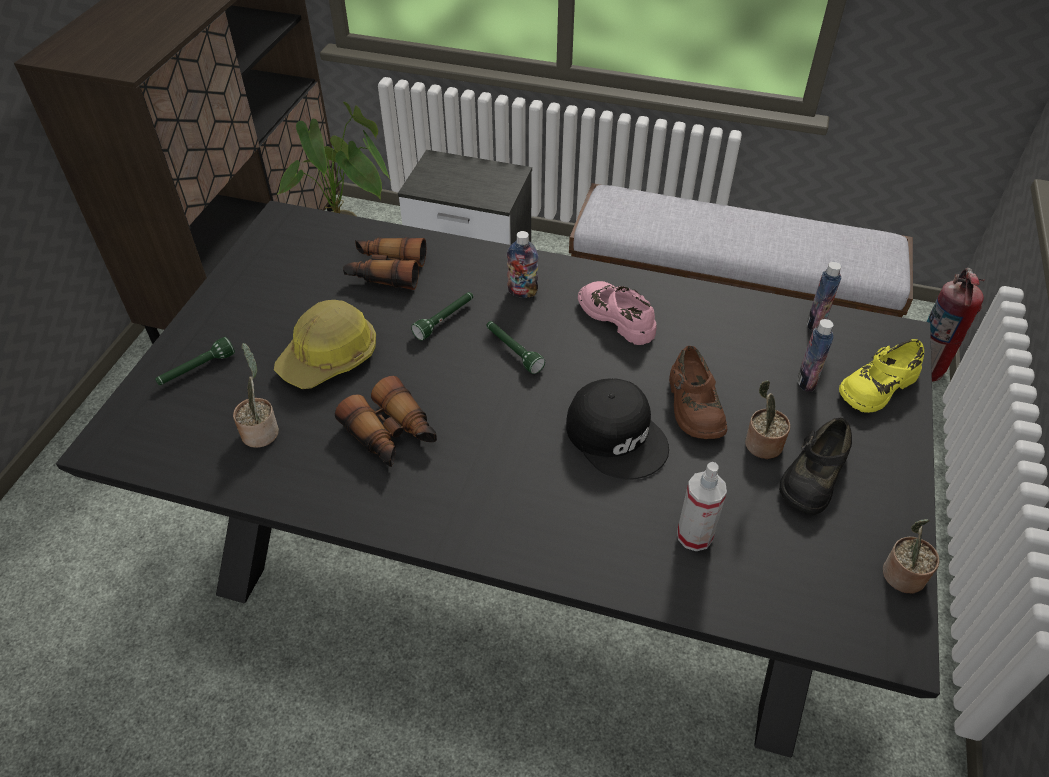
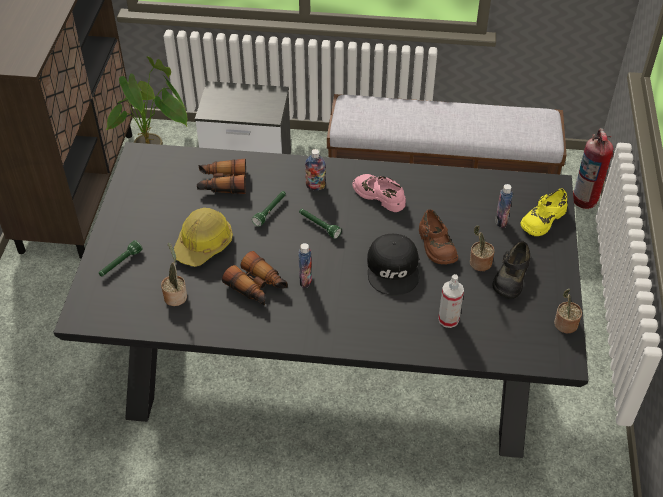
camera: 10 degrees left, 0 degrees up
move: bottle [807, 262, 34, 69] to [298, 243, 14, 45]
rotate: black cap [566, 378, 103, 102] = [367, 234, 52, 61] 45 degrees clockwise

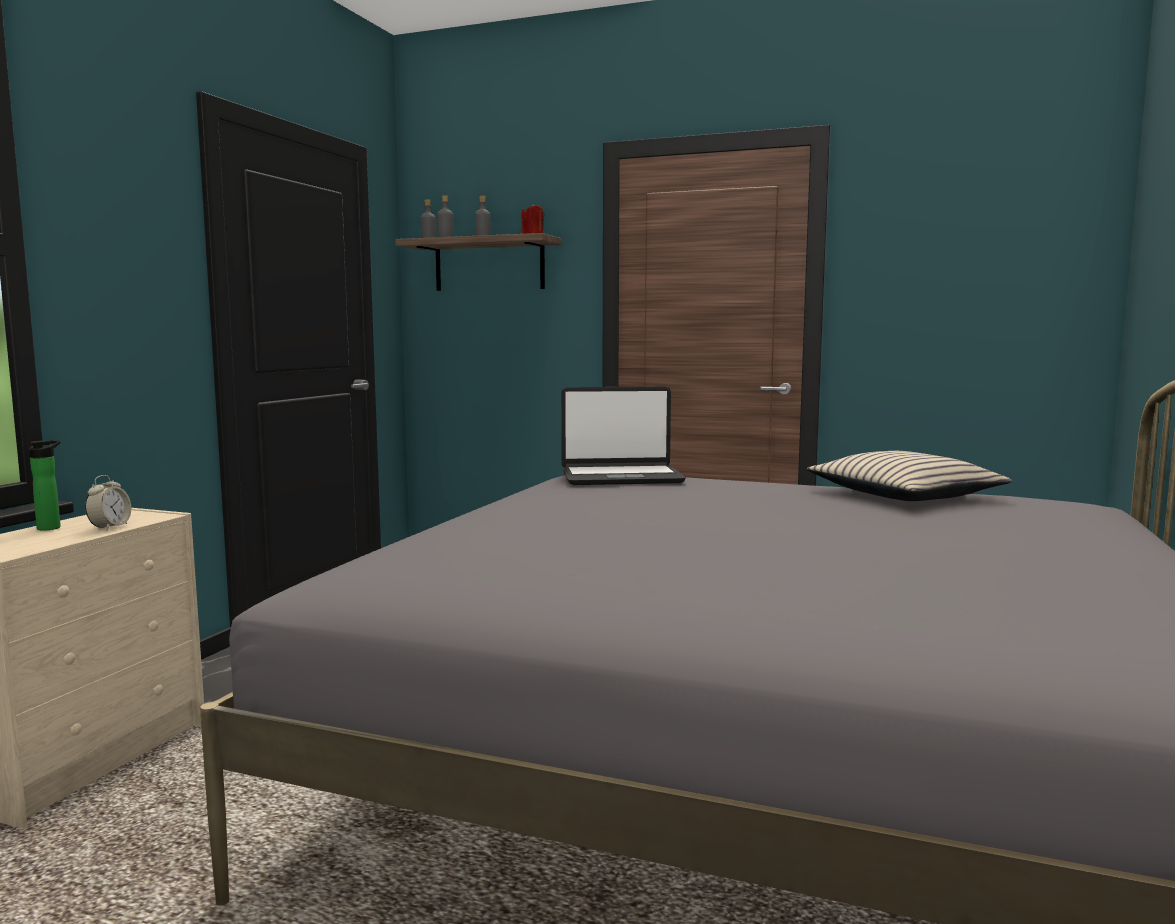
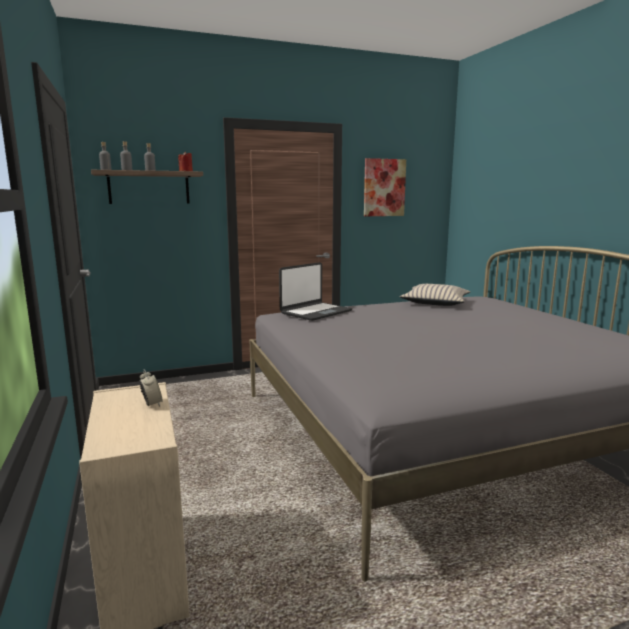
camera: 40 degrees left, 5 degrees up
delete: bottle [29, 440, 32, 91]
insert: picture [364, 158, 42, 58]

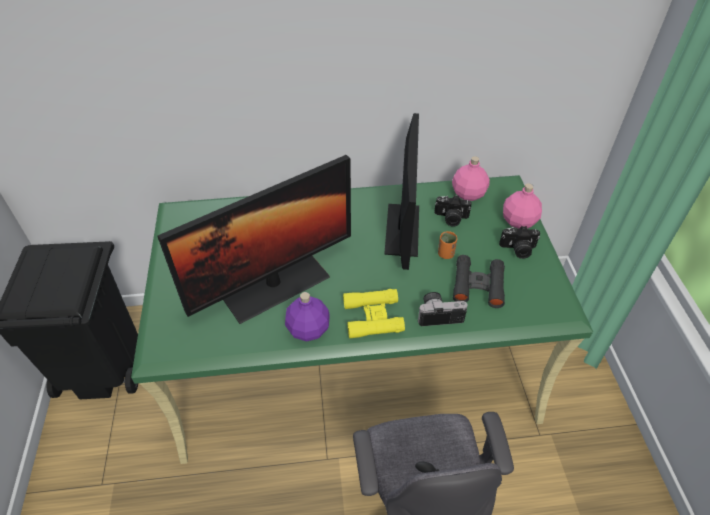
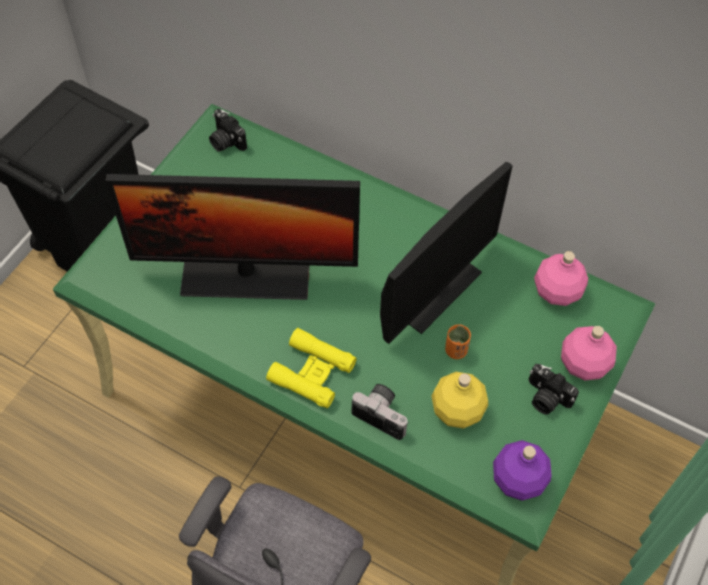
camera: 35 degrees right, 10 degrees up
move: purple bottle [285, 292, 45, 49] to [493, 440, 59, 61]; photo camera [435, 195, 37, 32] to [209, 109, 38, 43]
replace: black binoculars [453, 255, 52, 53] to yellow bottle [431, 372, 57, 57]

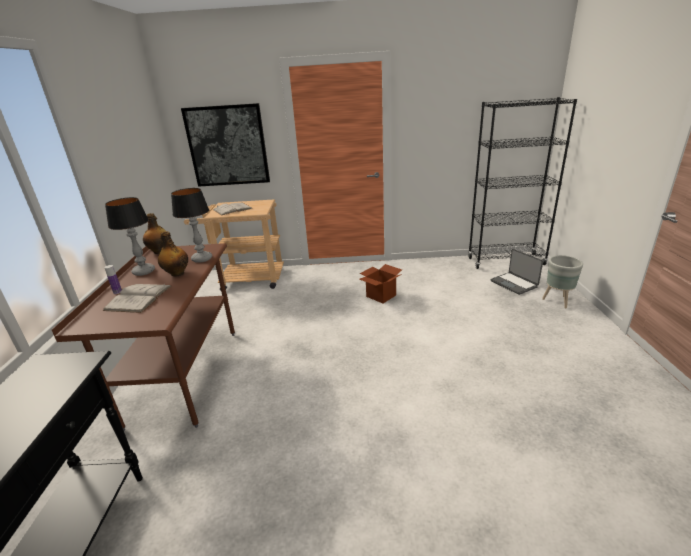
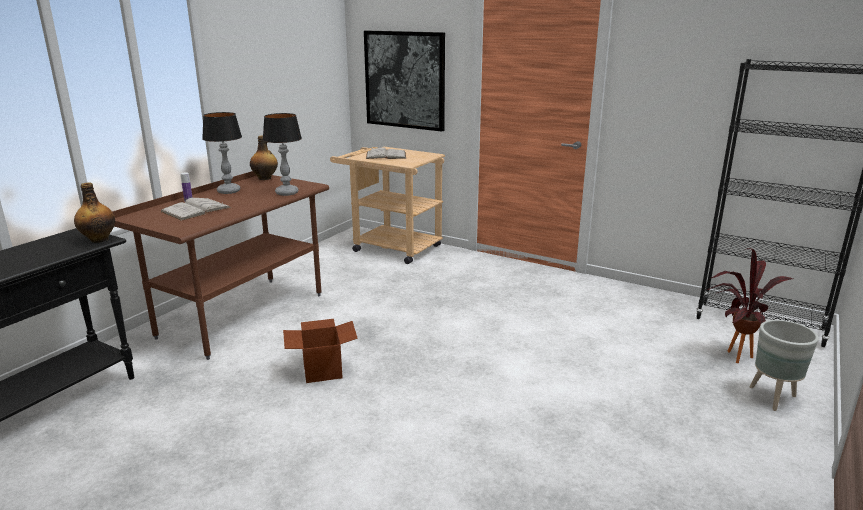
camera: 30 degrees right, 5 degrees down
move: bottle [158, 231, 30, 46] to [74, 182, 41, 61]; cardboard box [359, 264, 43, 39] to [283, 319, 75, 64]
replace: laptop [490, 249, 53, 46] to potted plant [707, 248, 86, 115]

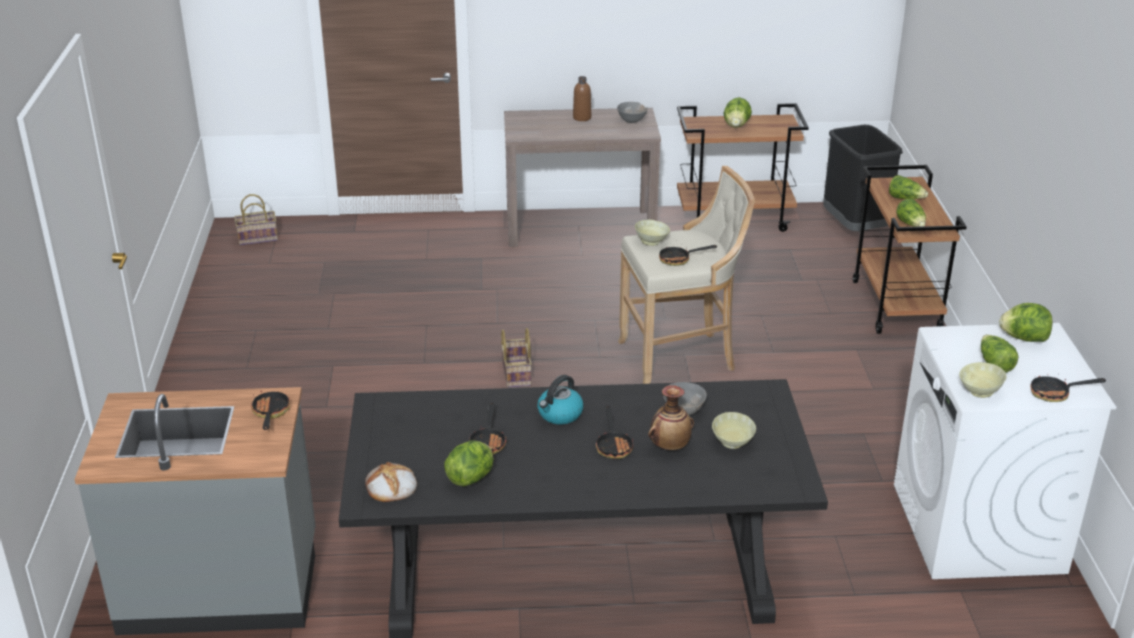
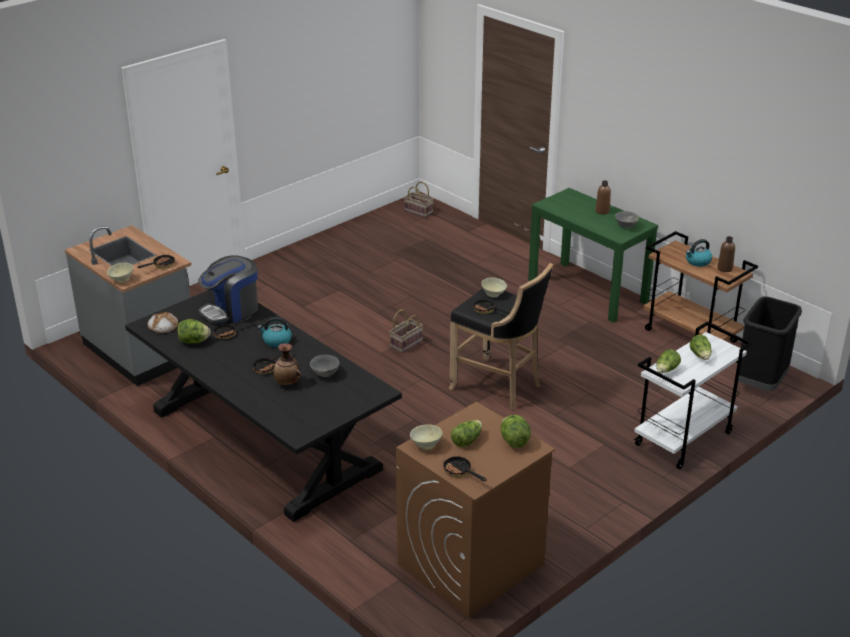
camera: 50 degrees right, 0 degrees up
insert: coffee machine [198, 255, 60, 69]; brown bottle [717, 236, 18, 36]
move: beige bowl [712, 412, 44, 37] to [107, 263, 26, 20]
replace: lettuce [724, 97, 28, 31] to kettle [686, 239, 26, 28]
recolor: brown console table [504, 108, 157, 139] to green console table [528, 188, 130, 135]; beige stool [618, 166, 137, 218] to black stool [449, 263, 104, 147]; brown cart [853, 165, 114, 169] to white cart [634, 322, 118, 147]; white washing machine [894, 323, 222, 256] to brown washing machine [396, 402, 159, 216]

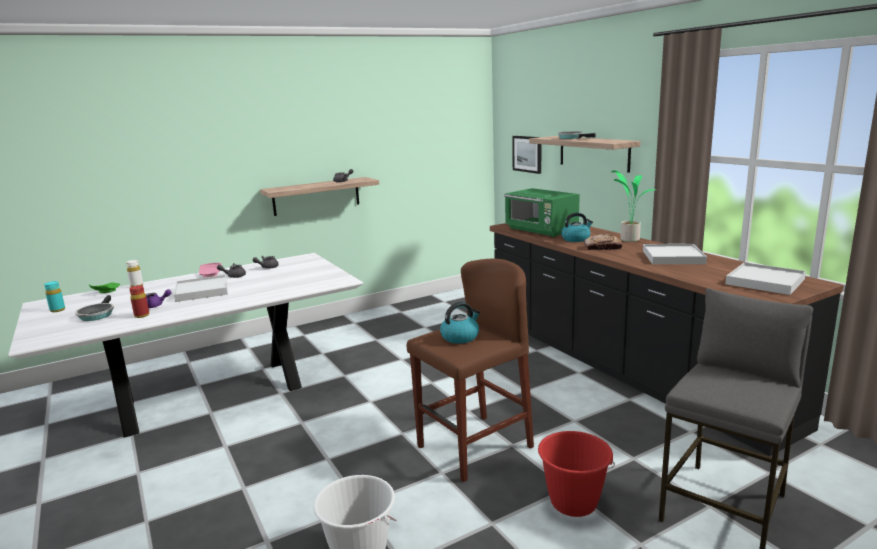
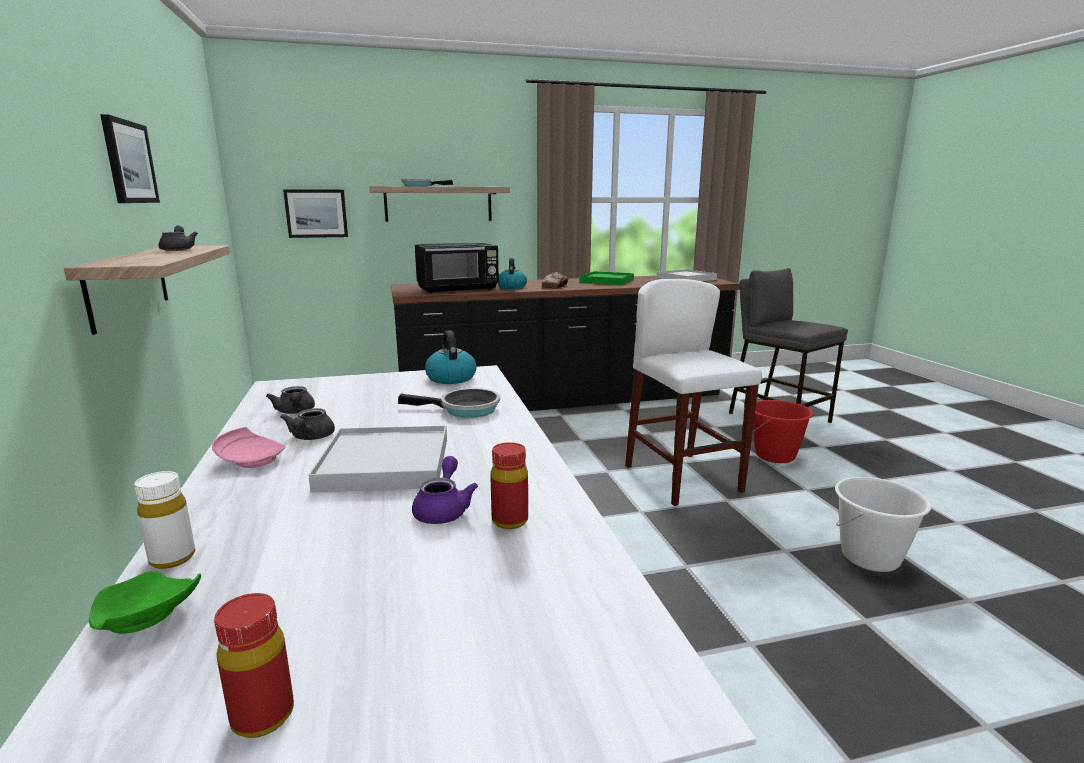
camera: 75 degrees left, 0 degrees up
delete: potted plant [611, 170, 44, 72]
insert: picture [100, 114, 60, 89]
move: frying pan [75, 295, 39, 26] to [398, 388, 102, 30]; kettle [440, 302, 40, 42] to [425, 330, 52, 54]
recolor: turquoise bottle [44, 281, 21, 31] to red bottle [214, 593, 80, 145]; brown stool [407, 258, 127, 224] to white stool [625, 279, 137, 227]; green microwave [504, 188, 76, 49] to black microwave [415, 243, 84, 51]; white tray [643, 244, 64, 20] to green tray [580, 271, 54, 14]

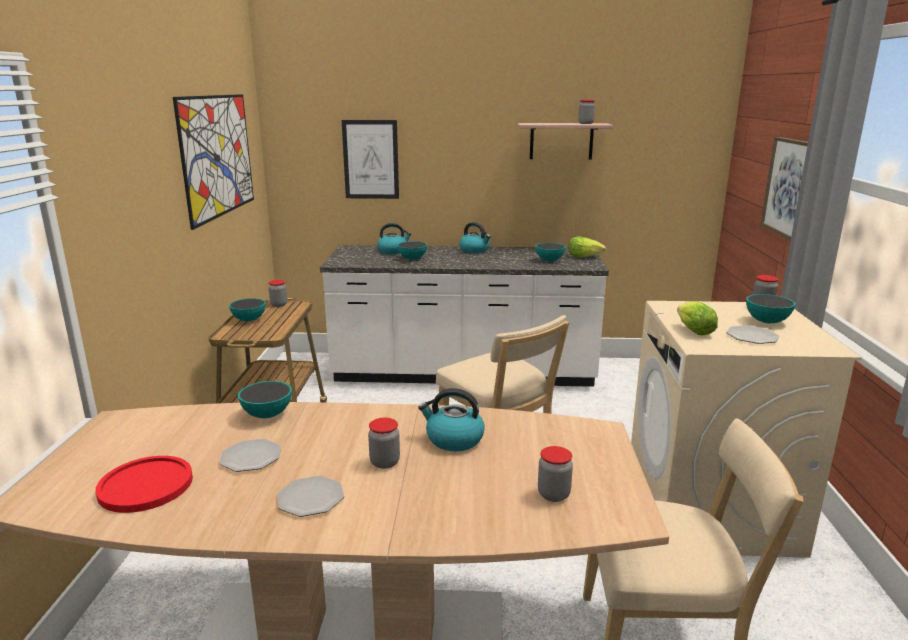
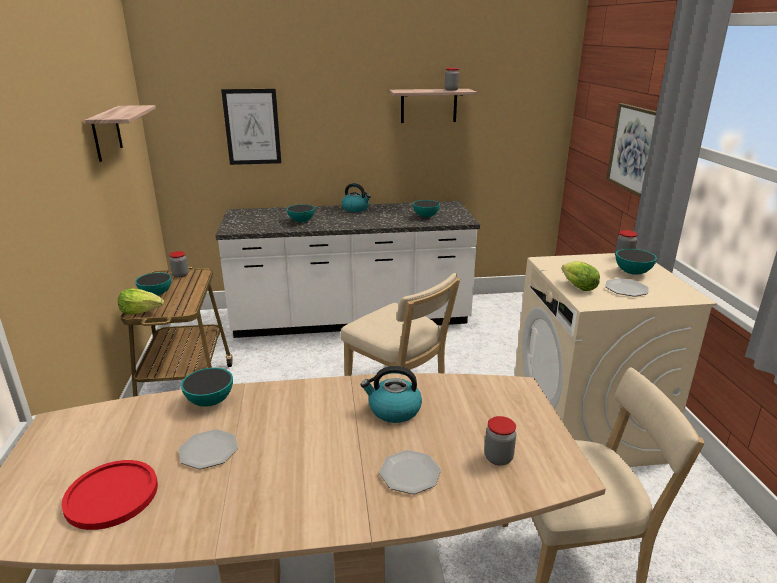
camera: 10 degrees left, 5 degrees up
delete: jar [368, 418, 32, 51]; kettle [377, 223, 35, 31]
move: plate [277, 476, 67, 41] to [379, 450, 62, 44]; lettuce [569, 236, 37, 21] to [118, 288, 46, 26]
replace: picture [173, 94, 81, 136] to shelf [85, 105, 71, 57]

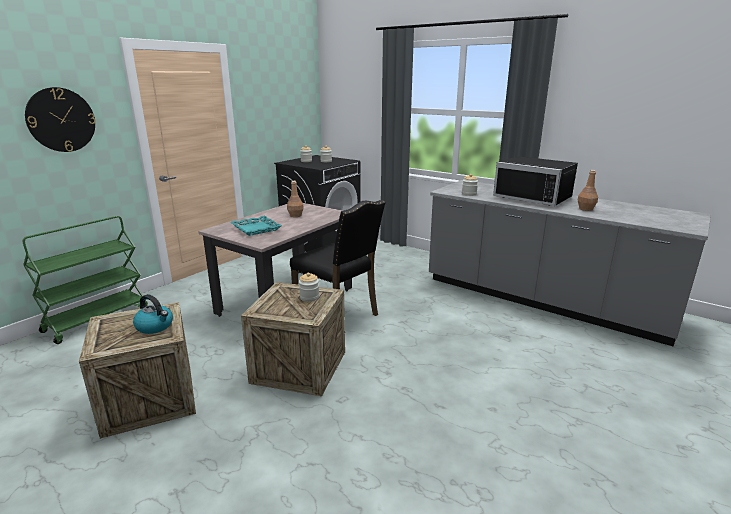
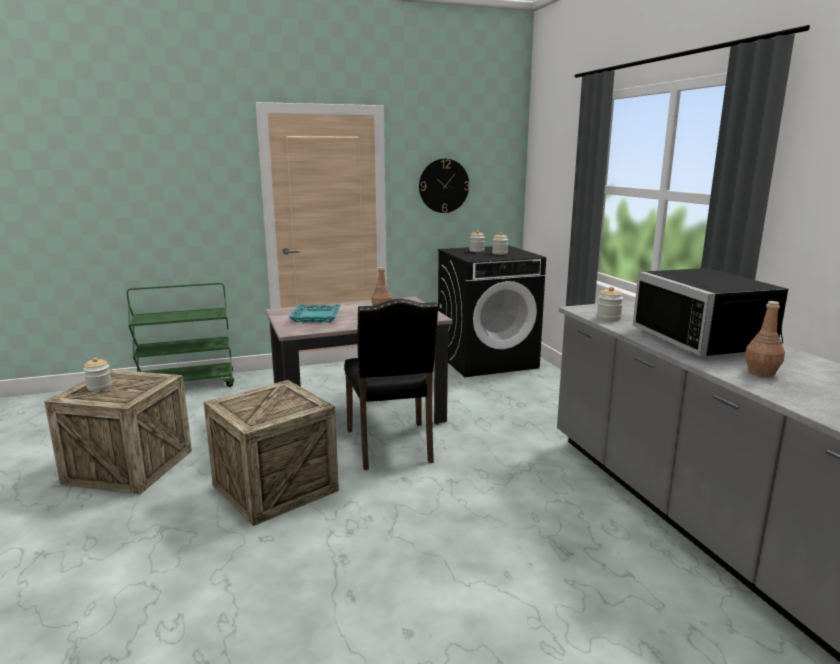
camera: 35 degrees right, 5 degrees down
delete: kettle [133, 294, 40, 40]
move: wall clock [25, 87, 71, 65] to [419, 159, 51, 54]; jar [299, 273, 20, 29] to [83, 357, 29, 34]

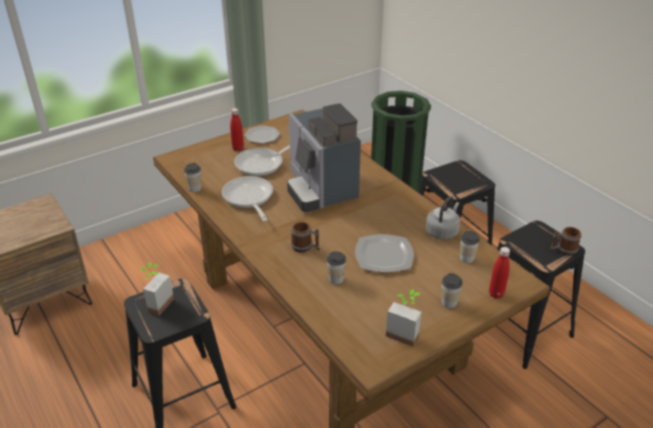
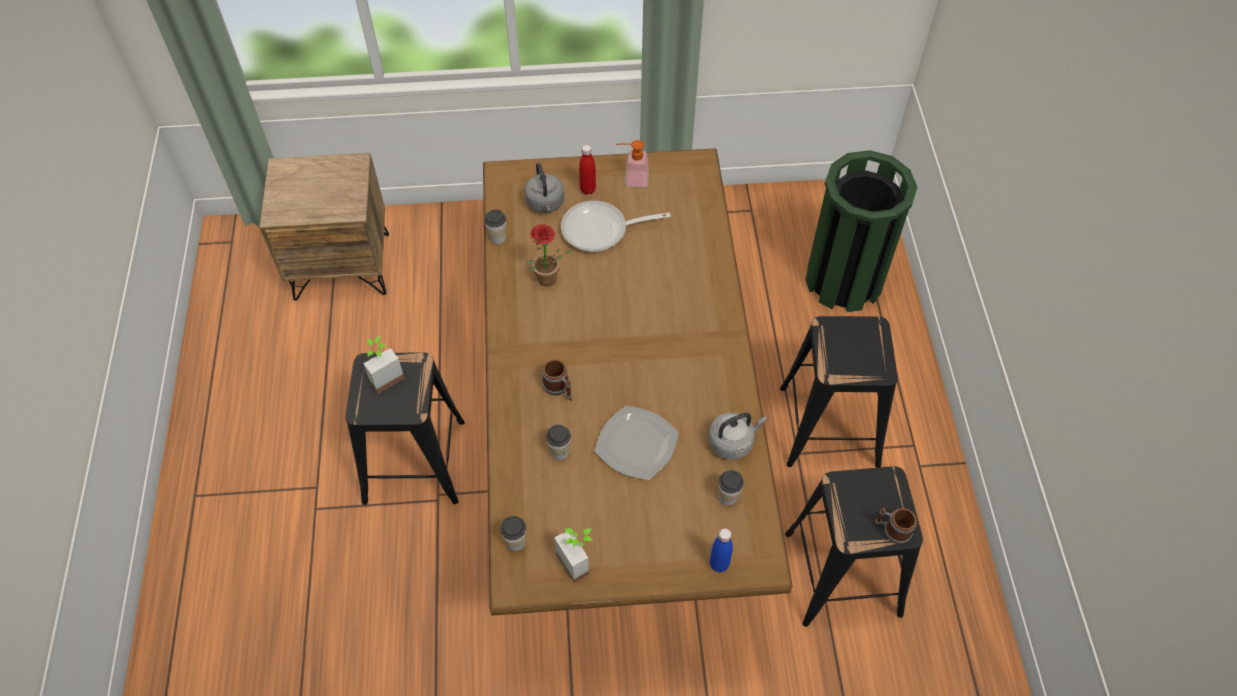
camera: 30 degrees right, 20 degrees up
delete: coffee machine [287, 103, 74, 109]
insert: grey kettle [525, 163, 39, 50]
move: cup [441, 273, 22, 35] to [500, 516, 26, 35]
replace: frying pan [222, 176, 51, 46] to potted plant [526, 224, 47, 62]; plate [244, 125, 36, 19] to soap dispenser [615, 140, 34, 47]
recolor: red bottle [489, 247, 21, 52] to blue bottle [710, 528, 23, 44]

